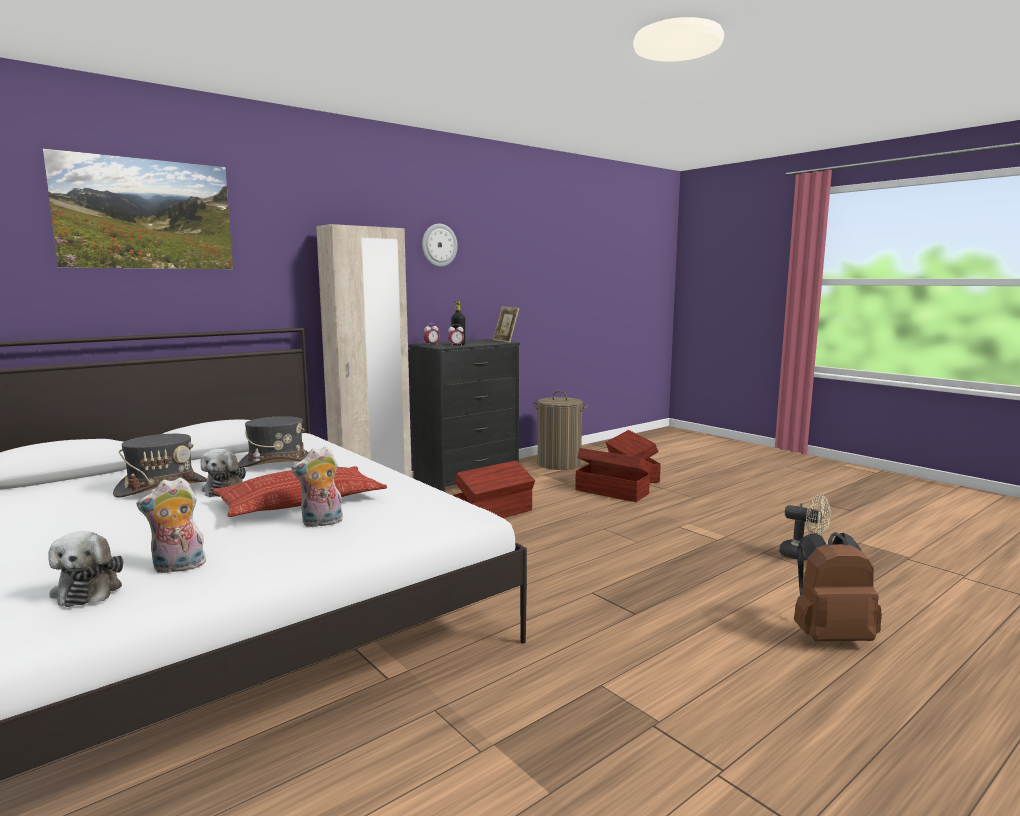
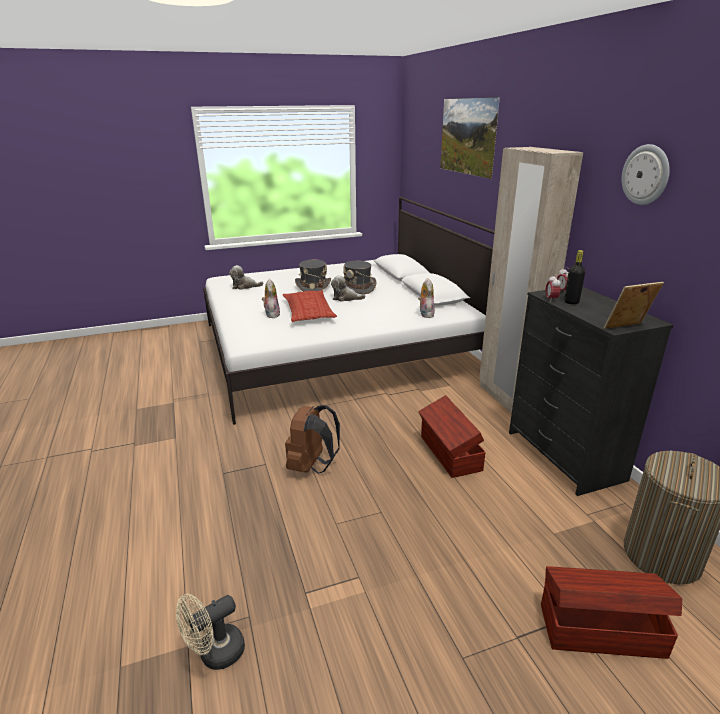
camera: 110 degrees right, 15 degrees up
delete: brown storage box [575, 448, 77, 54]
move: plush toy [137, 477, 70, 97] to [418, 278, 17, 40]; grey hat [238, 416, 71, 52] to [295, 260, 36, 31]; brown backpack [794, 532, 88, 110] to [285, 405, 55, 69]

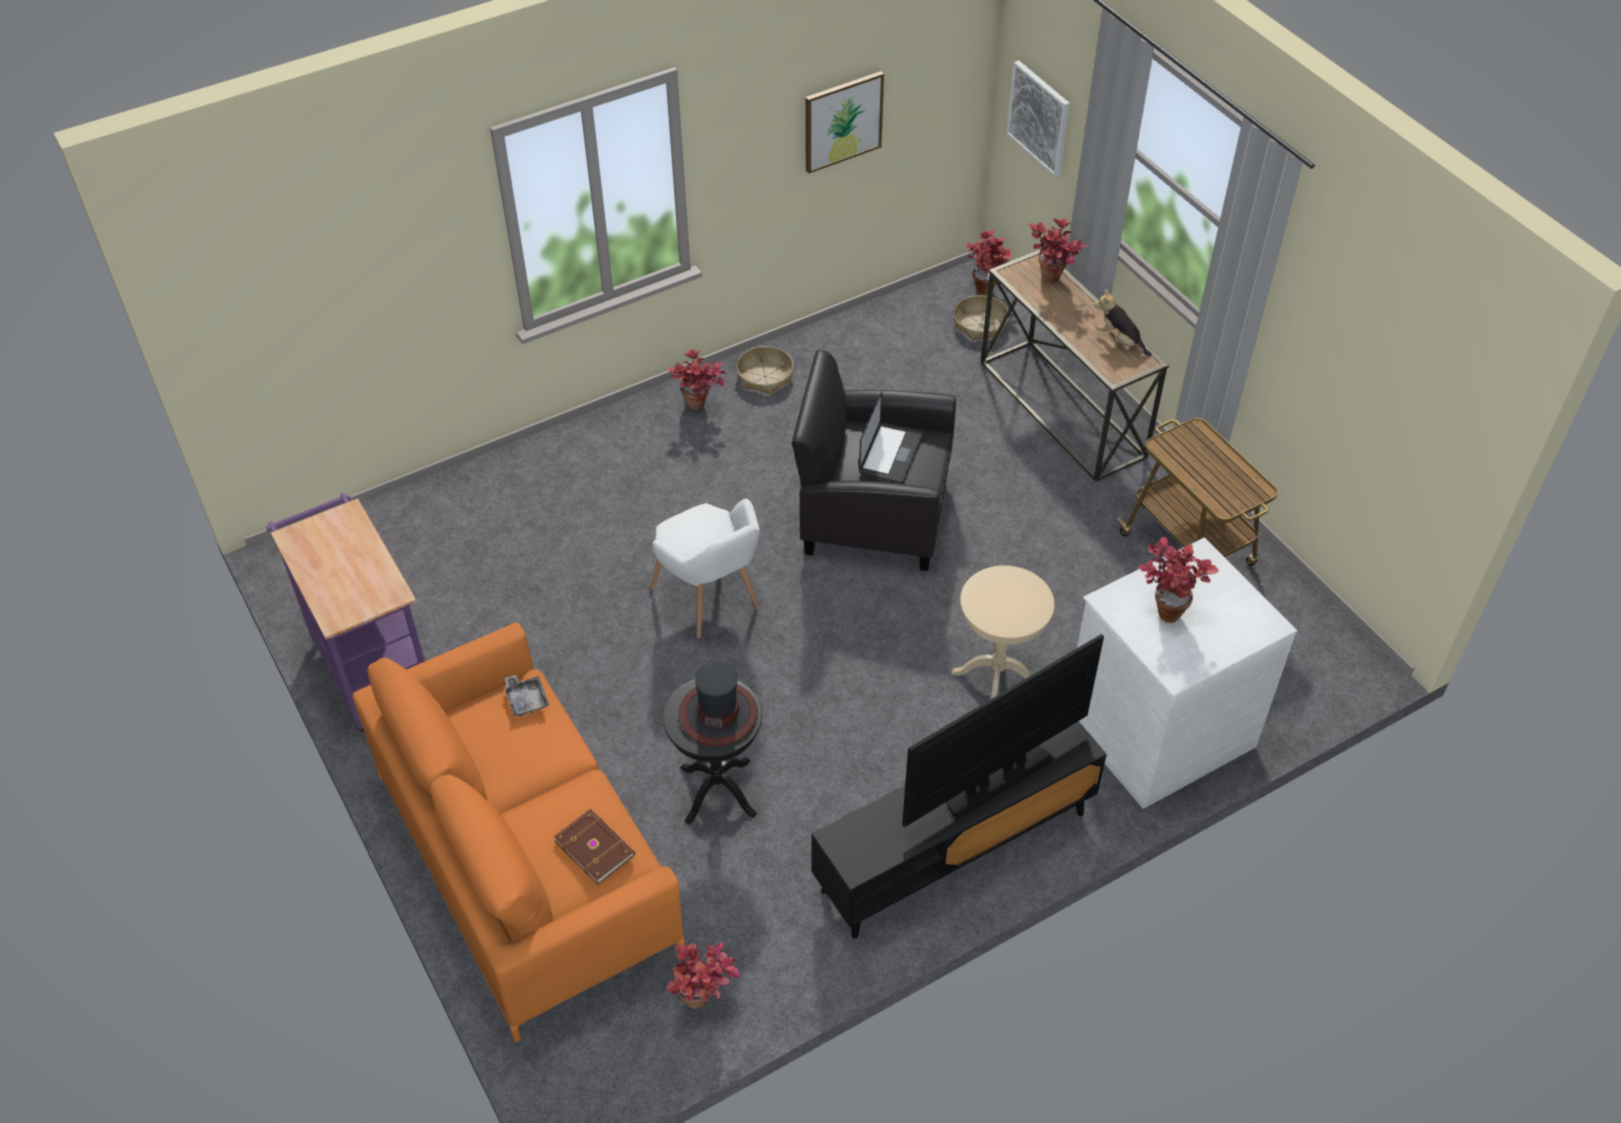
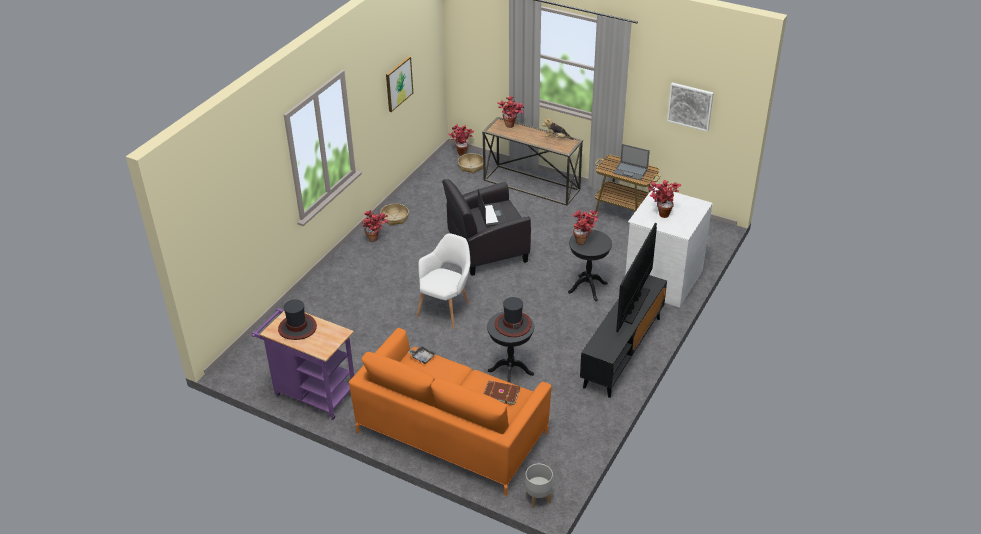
camera: 30 degrees left, 10 degrees down
insert: hat [278, 299, 39, 41]; grey planter [525, 464, 28, 44]; laptop [613, 144, 37, 36]
move: potted plant [667, 943, 73, 66] to [571, 210, 27, 35]; picture [1006, 60, 64, 117] to [667, 83, 47, 49]
recolor: beige side table [951, 566, 103, 133] to black side table [568, 230, 44, 71]
rotate: white armchair [650, 499, 110, 139] = [417, 233, 53, 96] 90 degrees counterclockwise

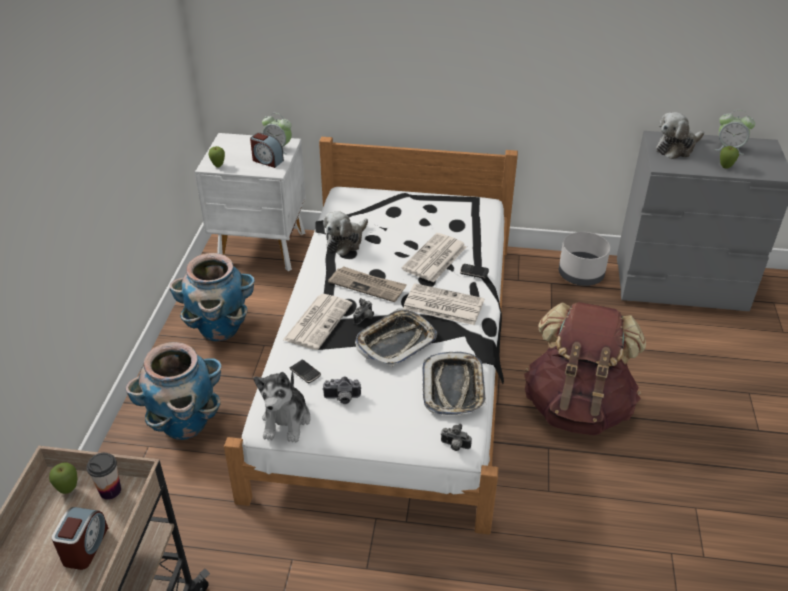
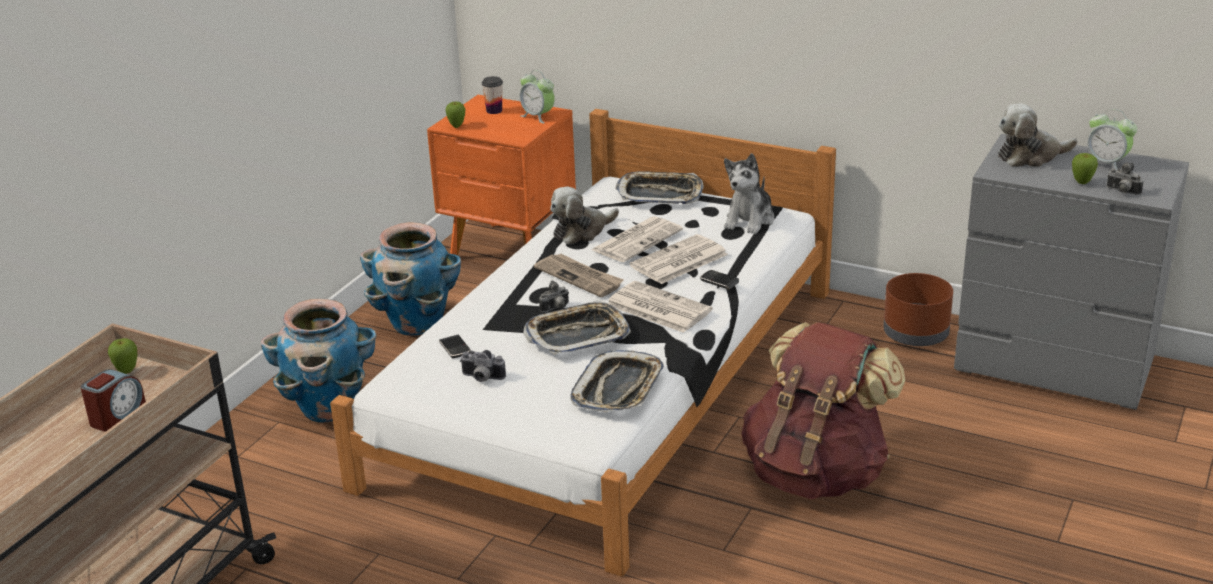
camera: 20 degrees right, 10 degrees down
delete: alarm clock [250, 133, 34, 35]
insert: tray [616, 171, 88, 33]
move: cup [86, 453, 35, 47] to [482, 76, 21, 38]; plush toy [253, 371, 57, 71] to [724, 153, 50, 81]; newspaper [283, 294, 69, 56] to [591, 216, 92, 46]; photo camera [441, 424, 31, 27] to [1107, 162, 36, 33]
recolor: white nightstand [195, 133, 111, 138] to orange nightstand [427, 95, 149, 160]; grey planter [559, 232, 51, 54] to brown planter [883, 273, 70, 73]

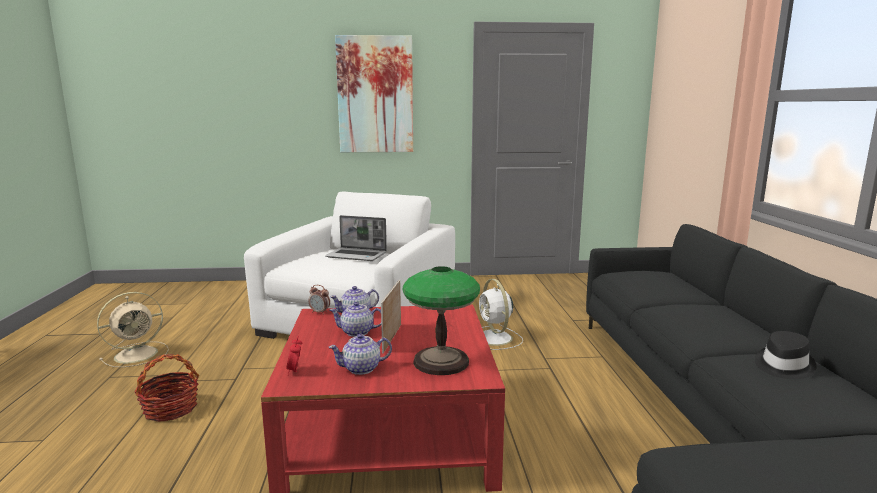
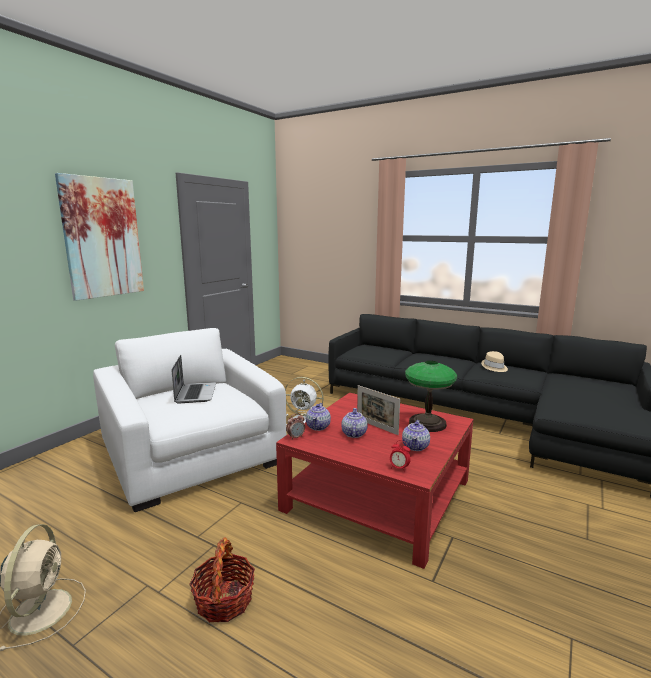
camera: 55 degrees left, 0 degrees up
recolor: black hat [755, 331, 62, 48] to beige hat [481, 351, 27, 21]
rotate: laptop [325, 215, 62, 46] = [172, 355, 44, 49] 60 degrees counterclockwise; teapot [329, 302, 52, 35] = [341, 408, 26, 30] 150 degrees clockwise

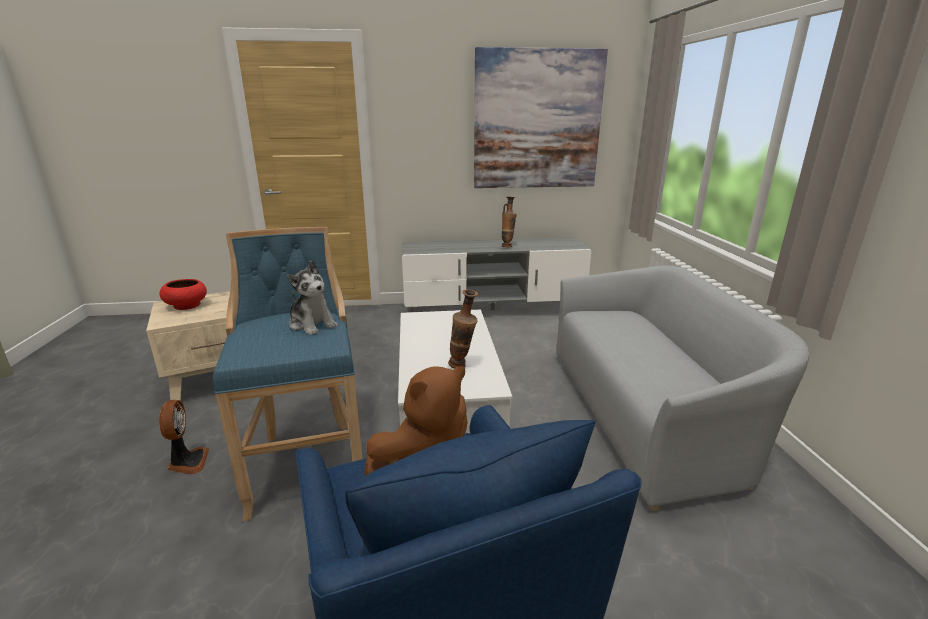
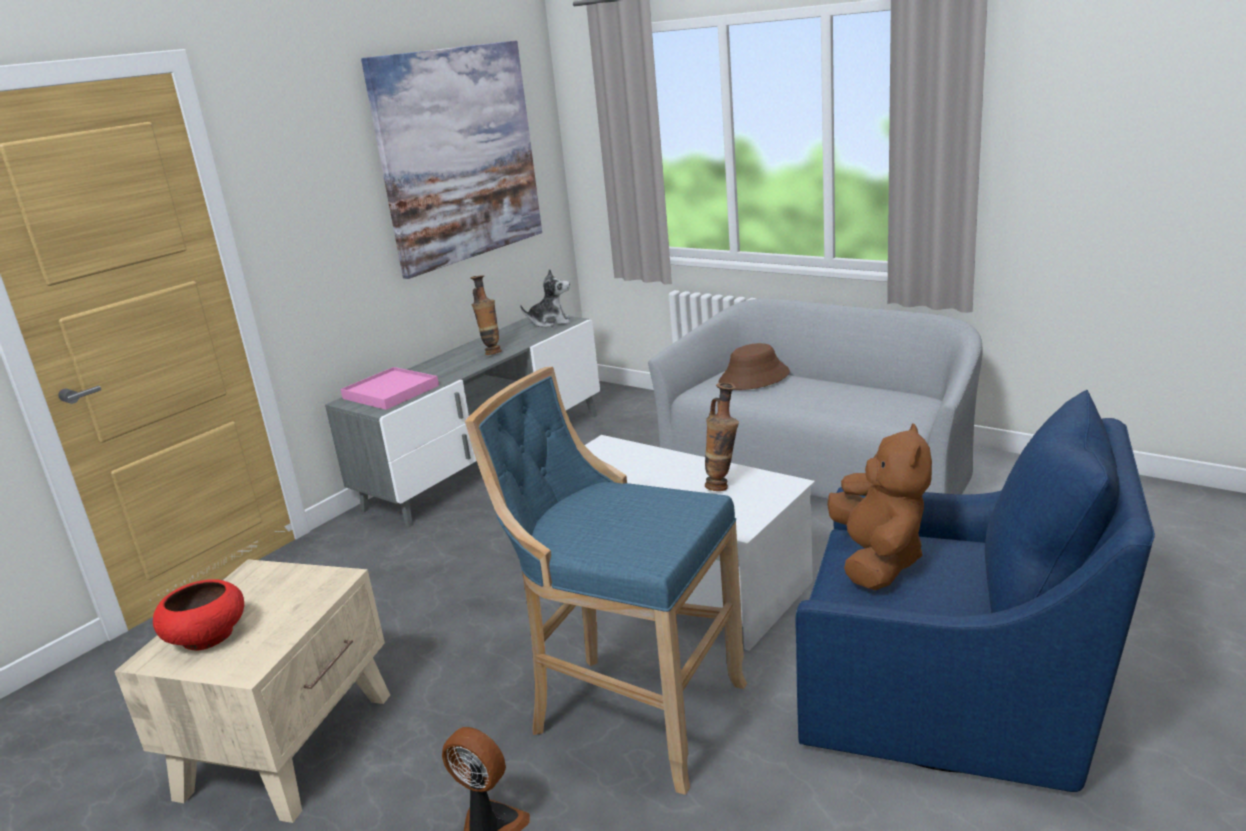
camera: 45 degrees left, 0 degrees up
insert: pink tray [340, 367, 99, 43]; brown hat [719, 343, 71, 47]
move: plush toy [287, 260, 51, 75] to [520, 268, 50, 59]

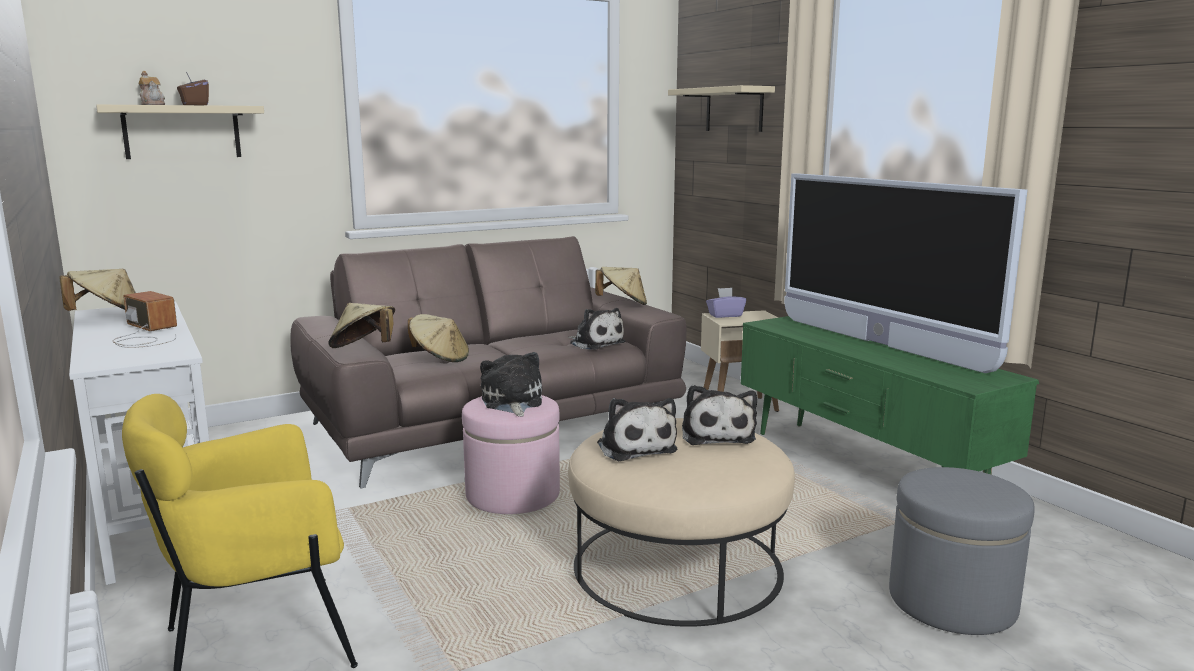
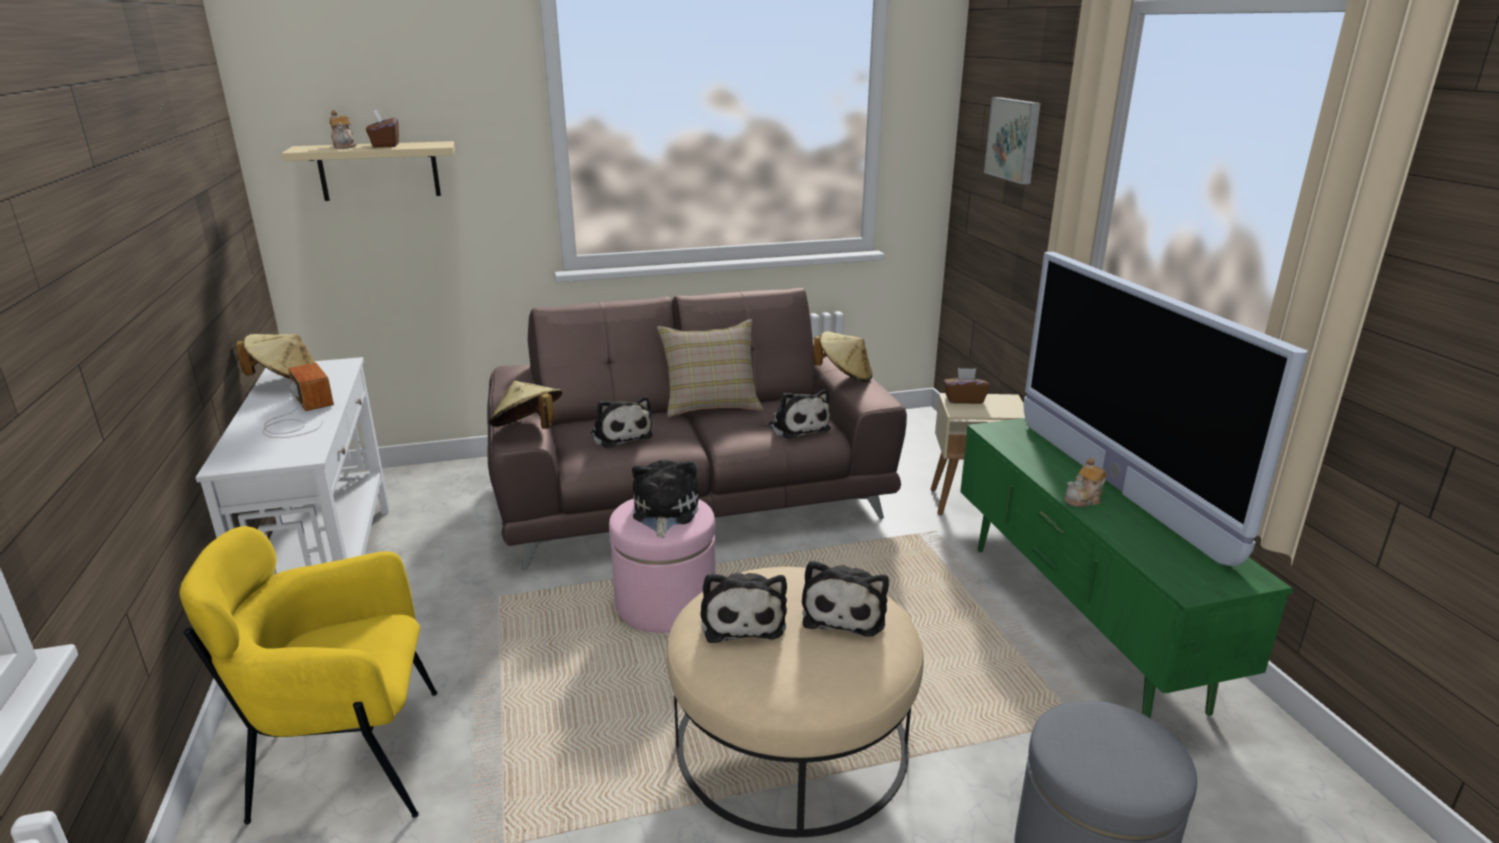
camera: 15 degrees right, 10 degrees up
insert: beige pillow [657, 319, 107, 98]; teapot [1064, 458, 43, 49]
replace: beige hat [408, 314, 61, 48] to plush toy [591, 396, 62, 52]; beige shelf [668, 85, 107, 47] to picture [984, 97, 57, 87]
recolor: purple tissue box [706, 288, 40, 30] to brown tissue box [943, 368, 47, 36]

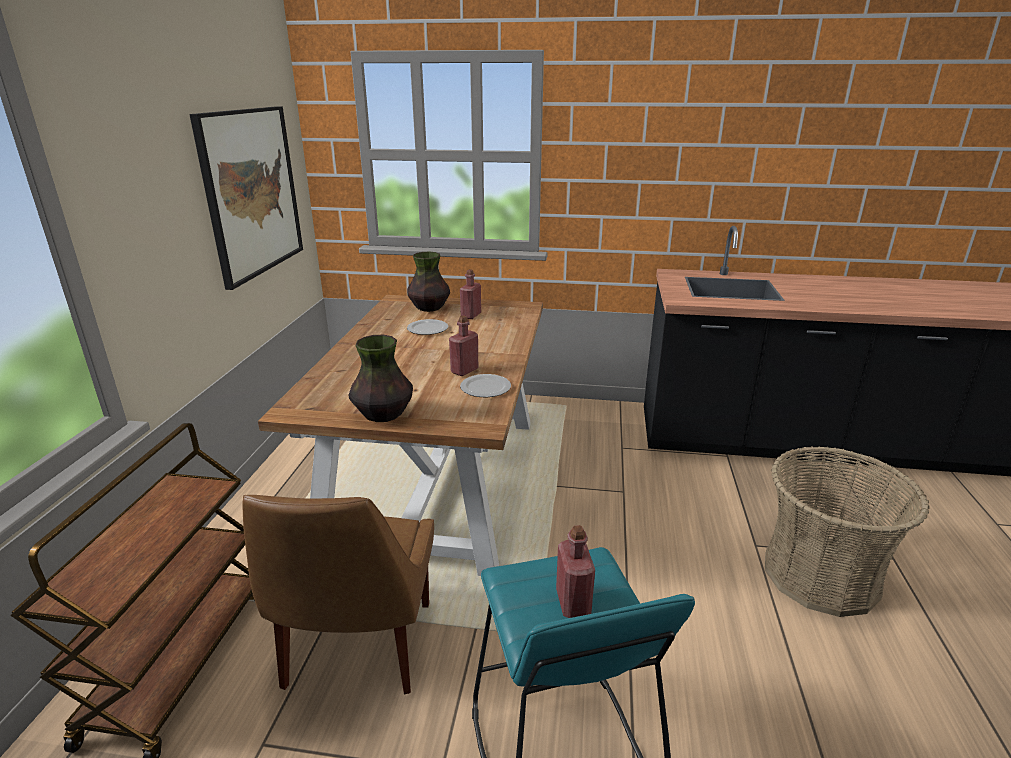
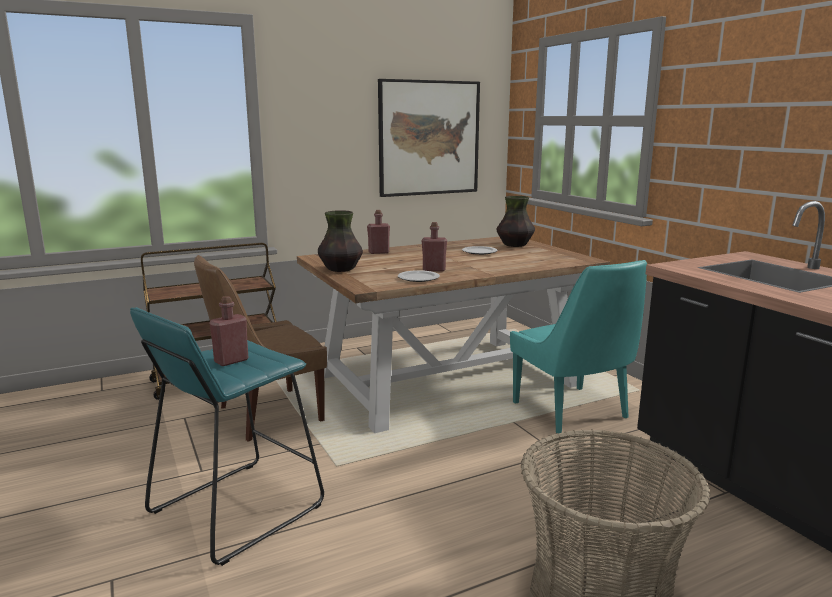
camera: 55 degrees right, 10 degrees down
insert: turquoise chair [510, 260, 137, 174]
move: red bottle [460, 269, 21, 50] to [367, 210, 23, 44]

